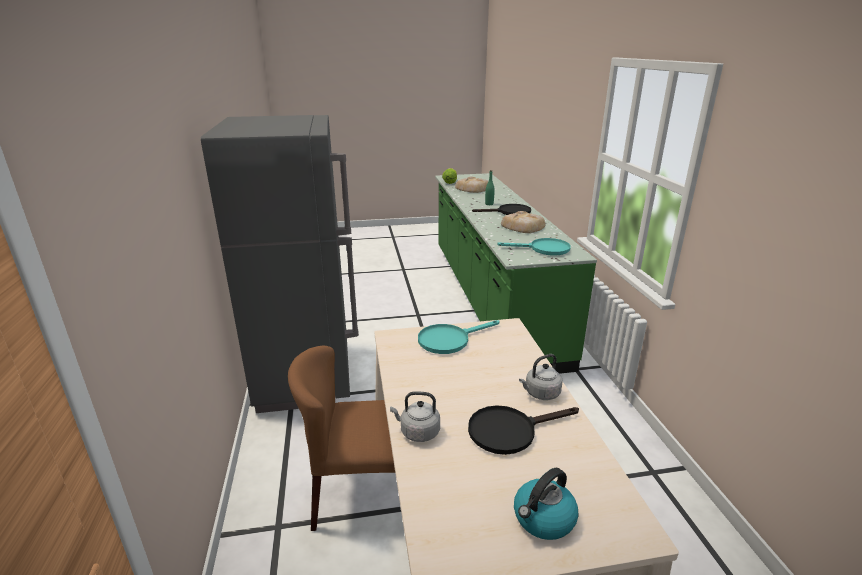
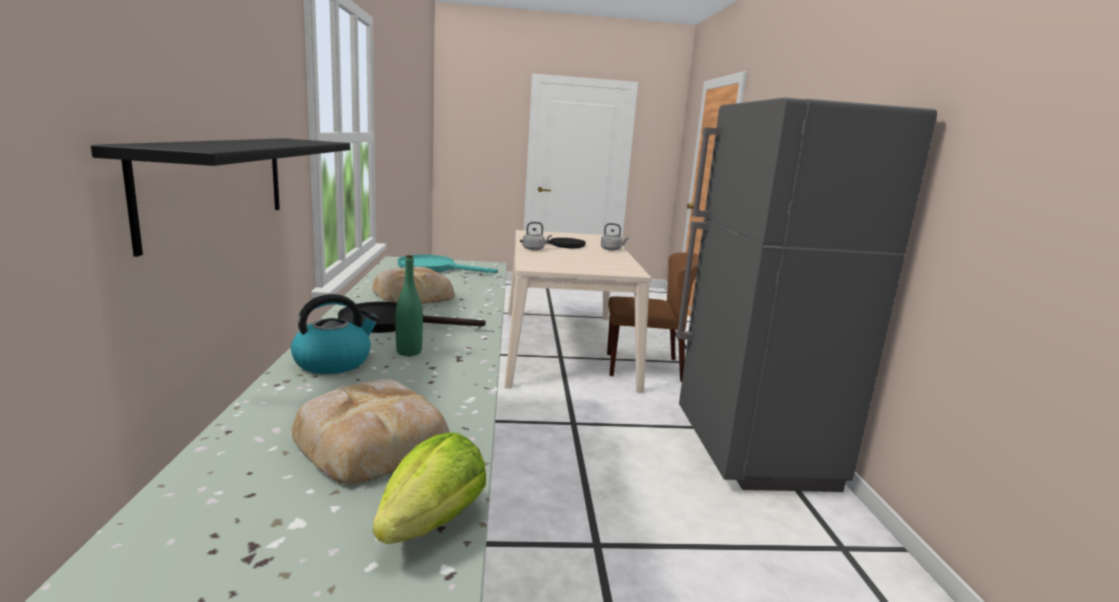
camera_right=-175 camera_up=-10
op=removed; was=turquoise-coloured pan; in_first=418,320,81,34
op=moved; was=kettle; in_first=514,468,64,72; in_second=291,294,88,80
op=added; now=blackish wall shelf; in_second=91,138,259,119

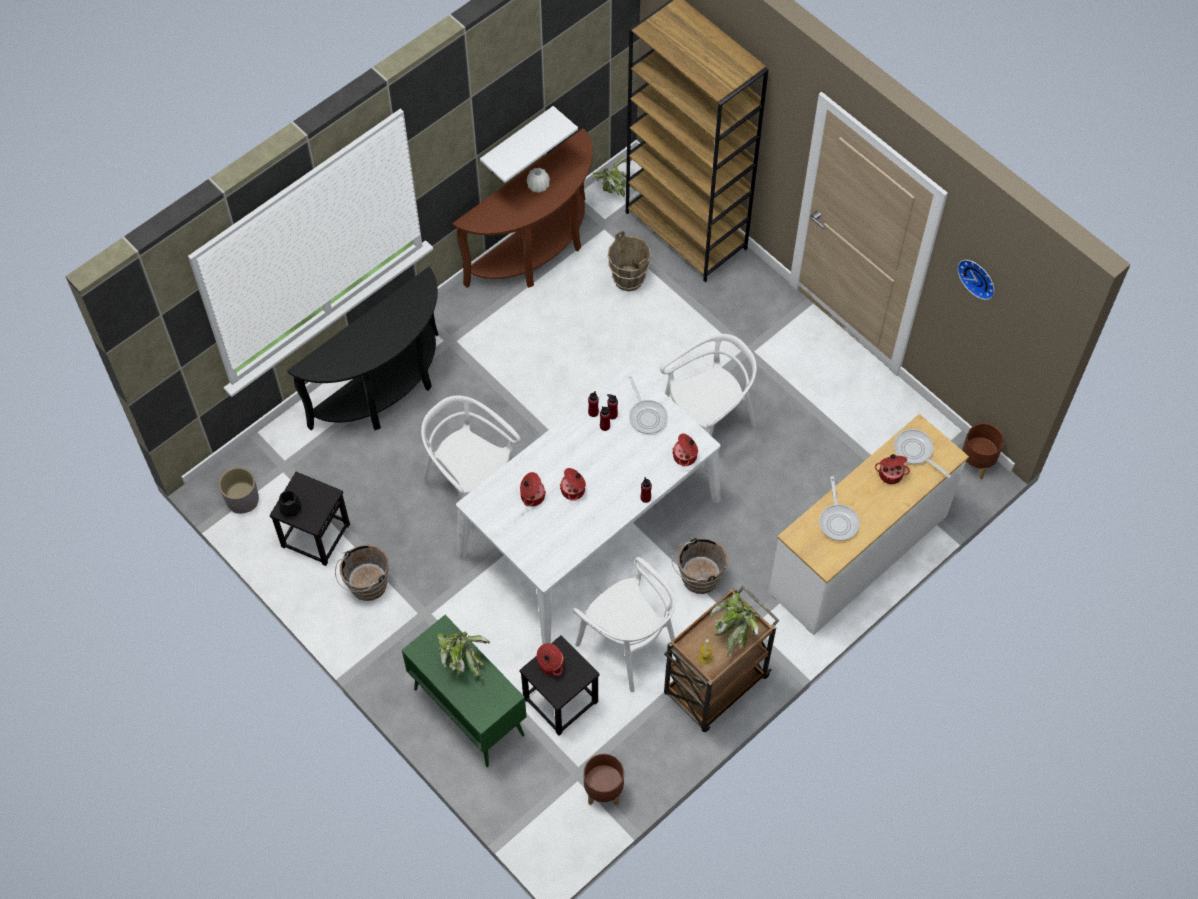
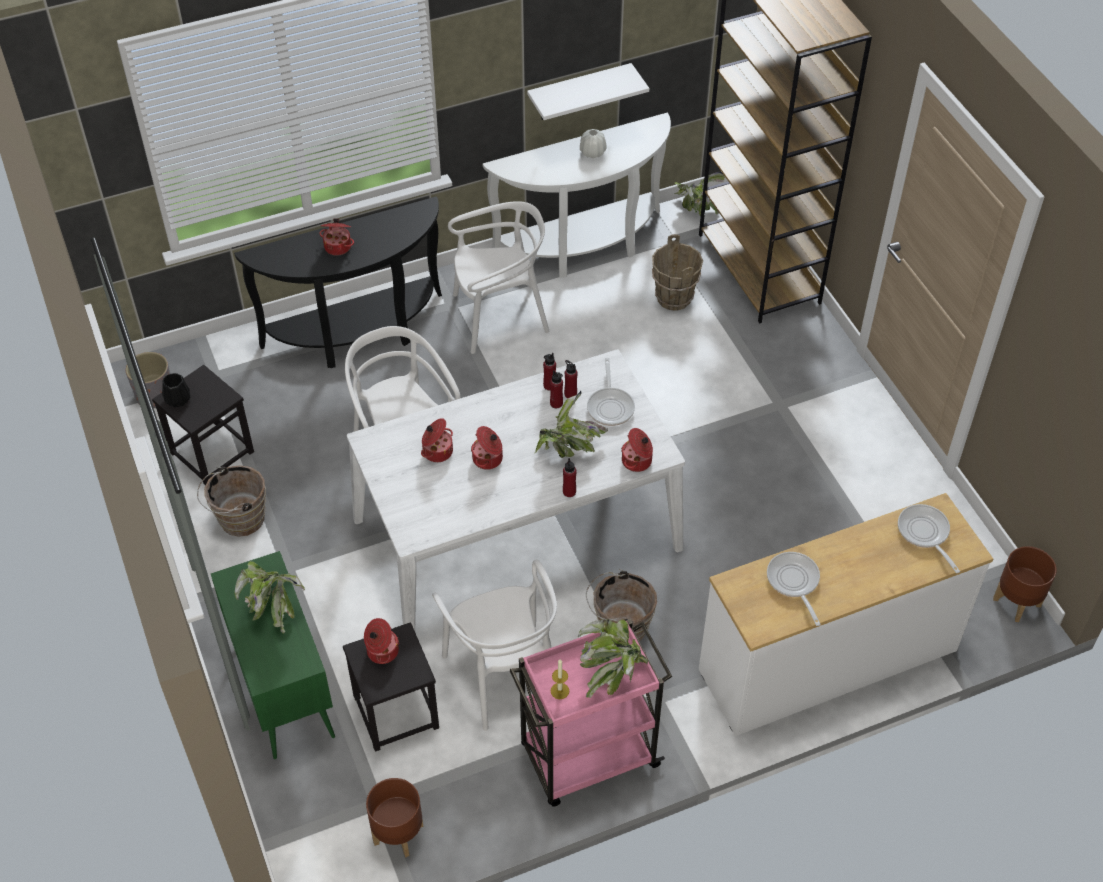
camera_right=20 camera_up=-10
op=recoloured; was=brown-coloured narrow table; now=whitish narrow table; in_first=452,128,141,160; in_second=483,112,188,166
op=removed; was=hanging clock; in_first=957,260,38,40
op=moved; was=whitish upright chair; in_first=660,334,97,133; in_second=448,201,101,153
op=moved; was=stockpot; in_first=875,454,35,30; in_second=320,219,34,37
op=turned; was=pan; in_first=819,476,41,65; in_second=767,552,54,74; clockwise=150
op=recoloured; was=brown-coloured wheeled cart; now=pink wheeled cart; in_first=664,586,116,146; in_second=510,619,162,187
op=added; now=houseplant; in_second=535,391,73,67

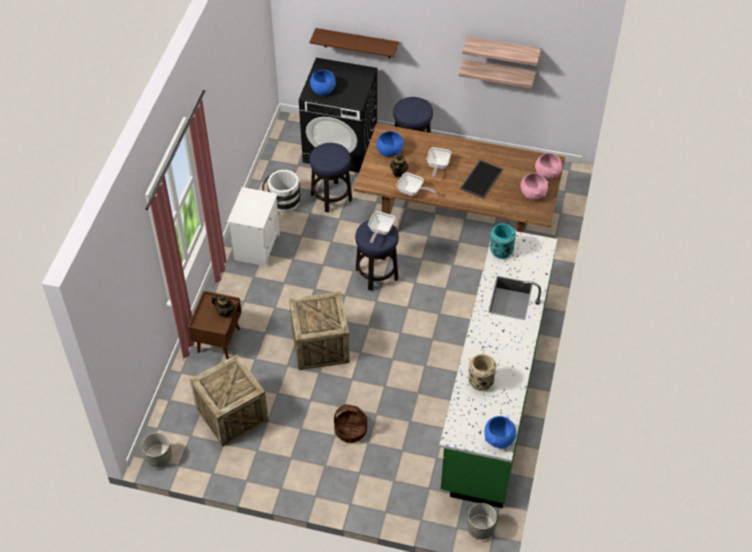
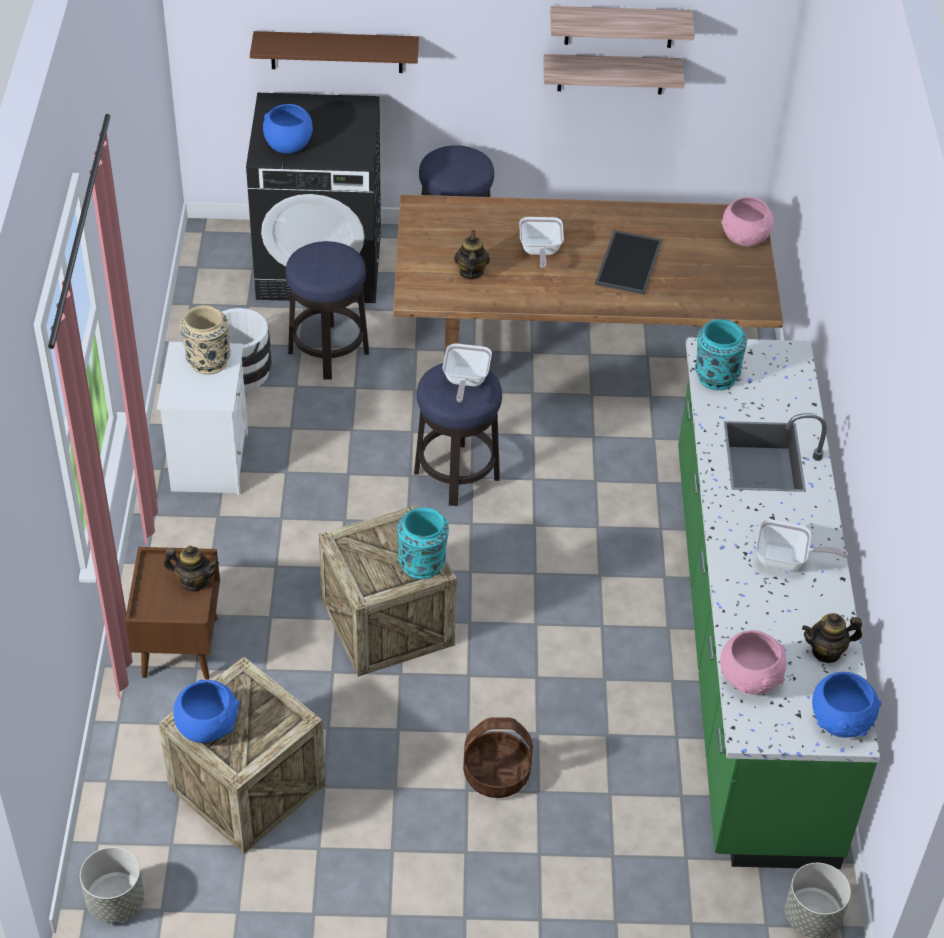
camera_right=-15 camera_up=-5
op=moved; was=blue bowl; in_first=377,131,27,26; in_second=173,679,66,64
op=moved; was=pan; in_first=396,172,40,24; in_second=756,519,92,52
op=moved; was=pink bowl; in_first=520,173,28,27; in_second=720,630,66,64
op=moved; was=sand-coloured flower vase; in_first=468,354,28,37; in_second=180,305,51,70
op=added; now=turquoise-coloured flower vase; in_second=397,508,52,71
op=added; now=tea pot; in_second=802,613,60,50

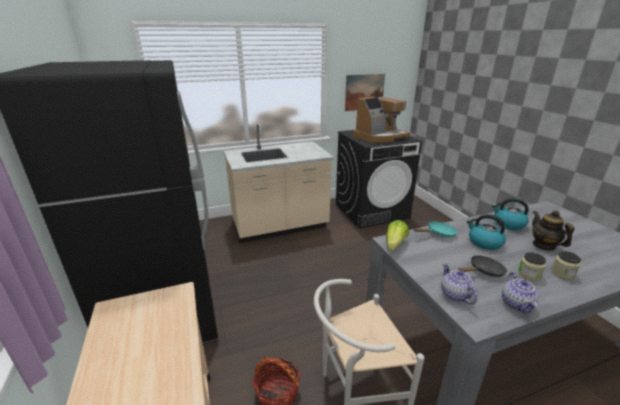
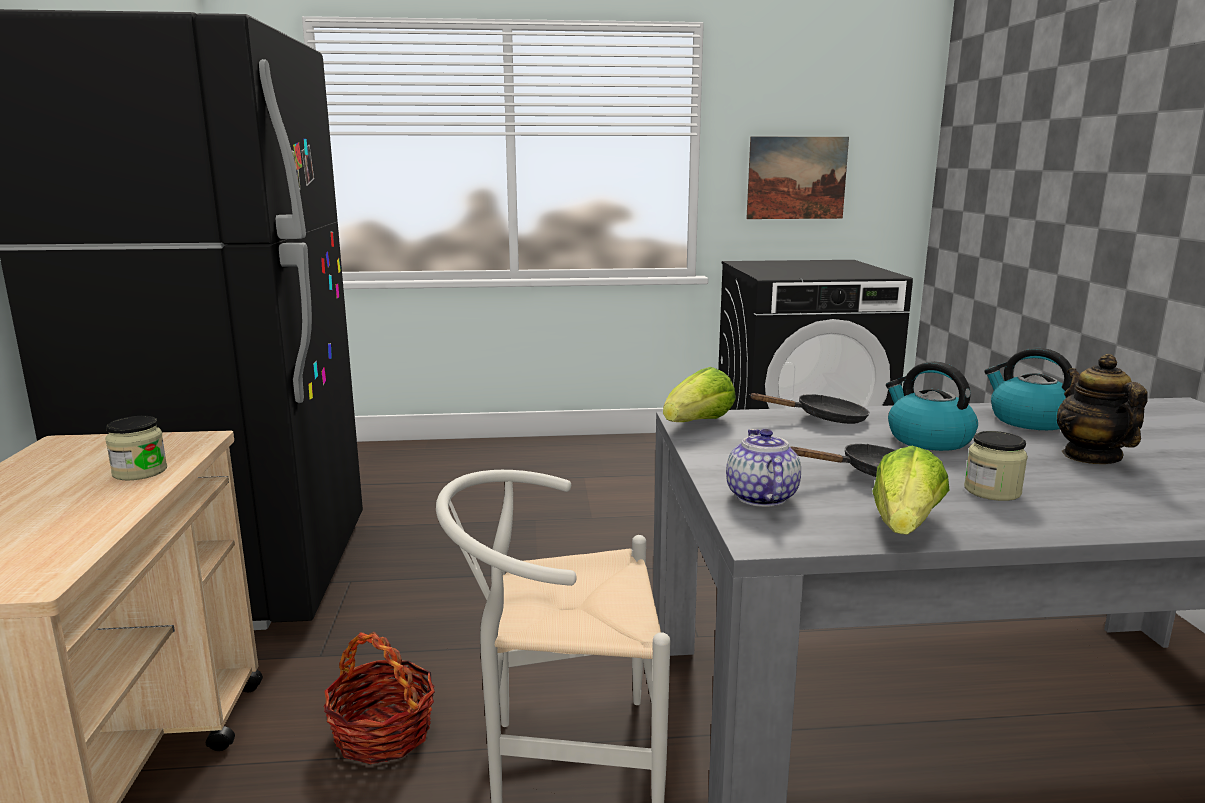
camera_right=15 camera_up=-10
op=removed; was=coffee maker; in_first=353,97,57,46
op=removed; was=sand-coloured kitchen base unit; in_first=224,124,110,119
op=recoloured; was=turquoise-coloured pan; now=blackish pan; in_first=414,221,44,16; in_second=749,393,121,31
op=moved; was=storage jar; in_first=551,251,30,29; in_second=105,416,62,64
op=replaced; was=tea pot; now=lettuce head; in_first=502,272,37,42; in_second=872,446,77,89

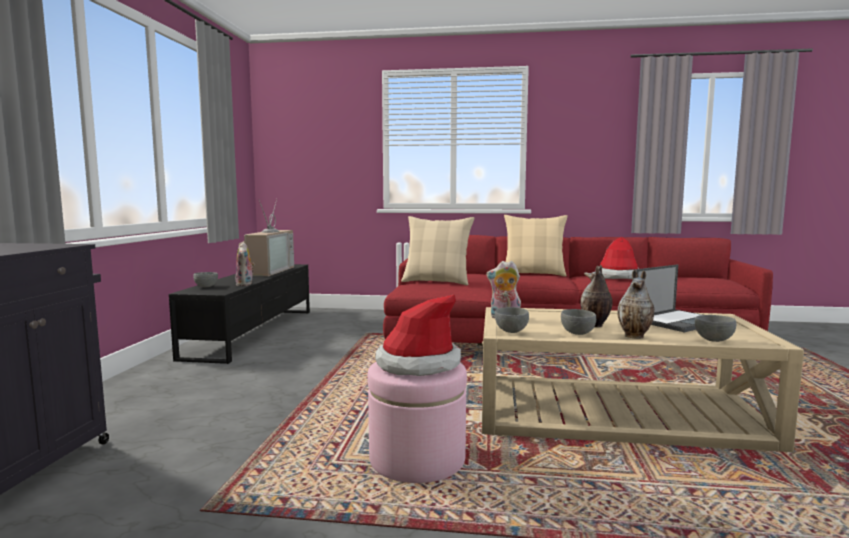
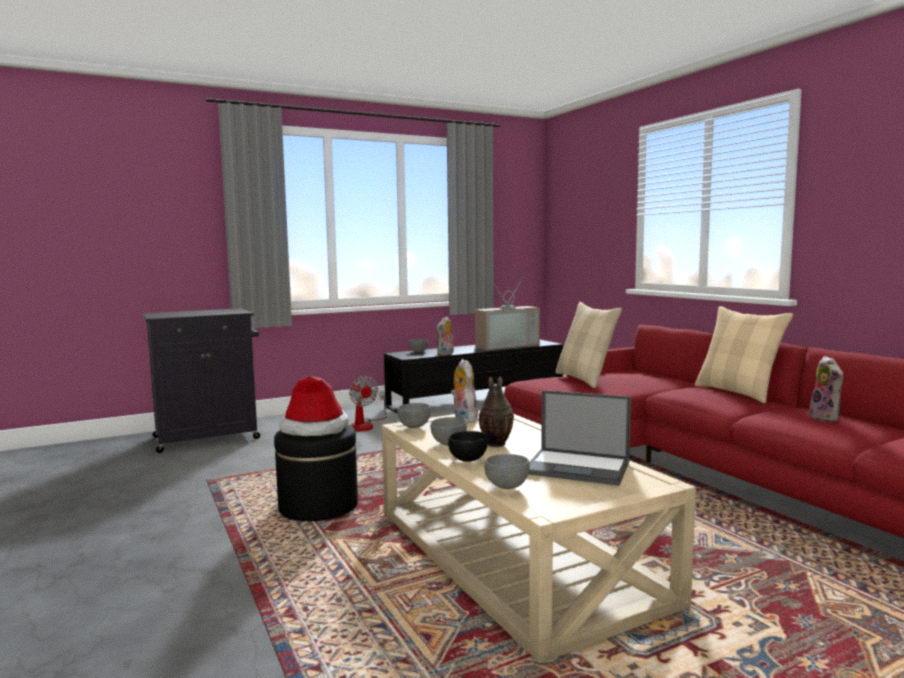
camera_right=55 camera_up=0
op=replaced; was=clothing hat; now=plush toy; in_first=595,237,44,42; in_second=809,356,34,66
op=replaced; was=flower vase; now=blackish bowl; in_first=618,270,36,69; in_second=448,431,40,31
op=recoloured; was=pink footrest; now=blackish footrest; in_first=367,362,100,121; in_second=274,425,84,96
op=added; now=cooling fan; in_second=349,376,38,55

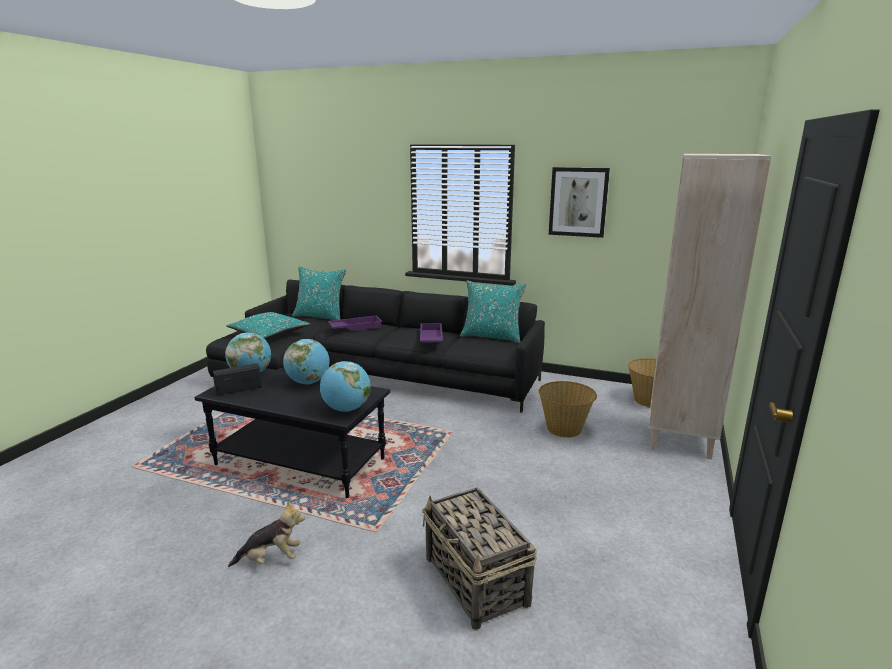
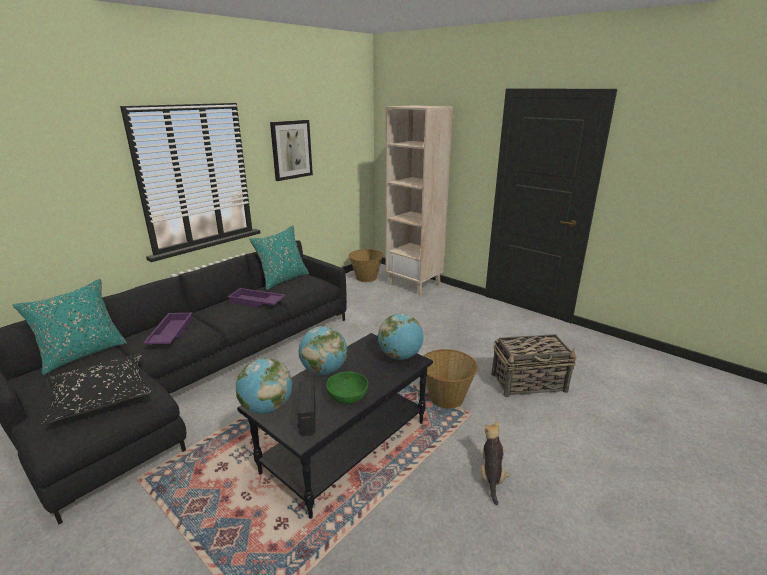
camera_right=-70 camera_up=5
op=recoloured; was=turquoise-coloured throw pillow; now=blackish throw pillow; in_first=226,312,84,27; in_second=41,354,111,71
op=moved; was=household basket; in_first=538,381,59,57; in_second=424,349,54,59
op=added; now=green bowl; in_second=326,372,42,32

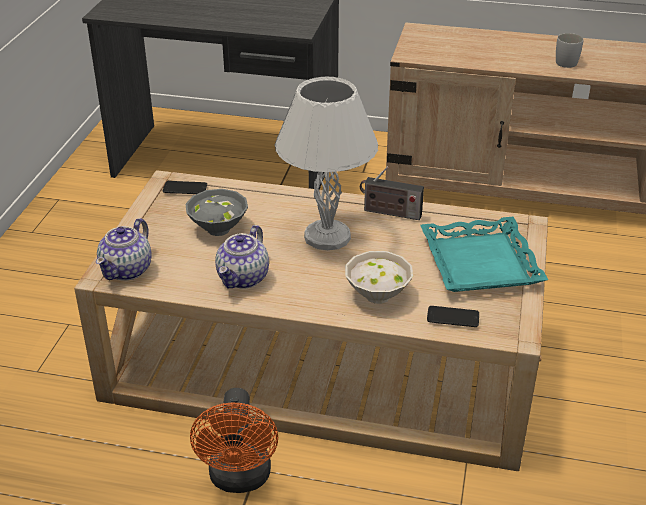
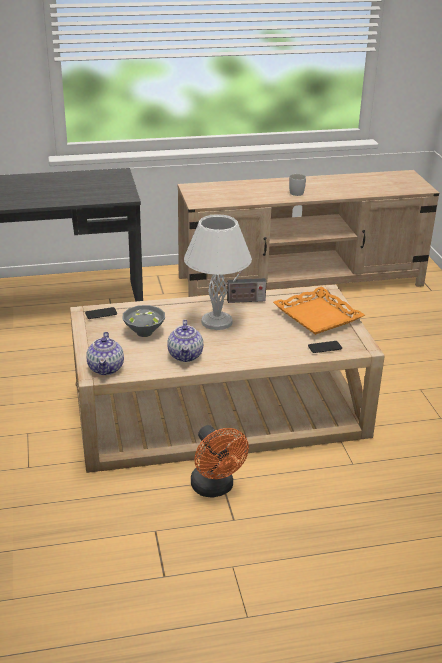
camera_right=-25 camera_up=-5
op=recoloured; was=turquoise-coloured tray; now=orange tray; in_first=420,217,128,75; in_second=273,287,92,48
op=removed; was=whitish bowl; in_first=345,251,68,53

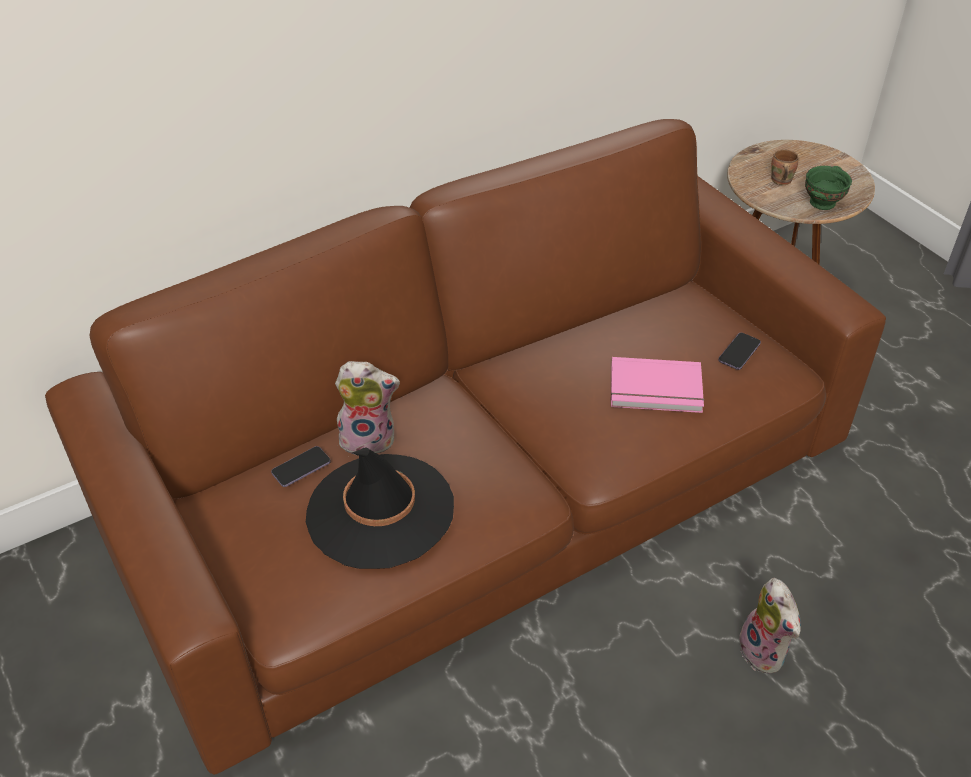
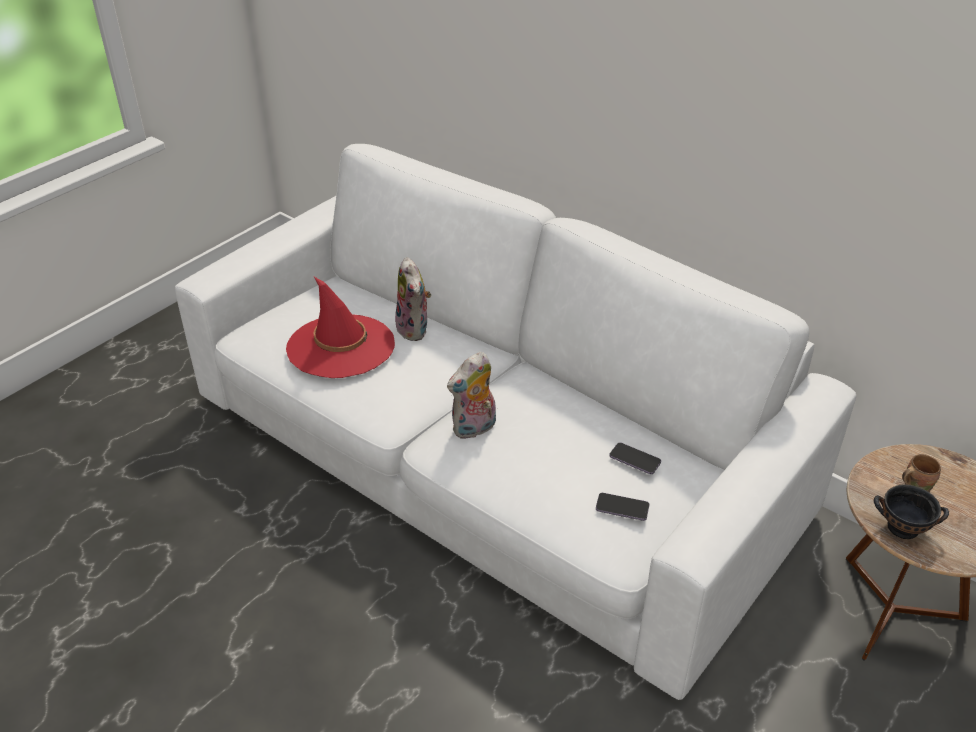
camera_right=70 camera_up=-5
op=recoloured; was=brown-coloured sofa; now=whitish sofa; in_first=45,119,841,656; in_second=175,144,682,556
op=recoloured; was=green bowl; now=blackish bowl; in_first=805,166,47,44; in_second=874,485,75,54
op=removed; was=pink volume; in_first=610,357,94,56
op=moved; was=handset; in_first=271,446,60,41; in_second=609,442,52,32
op=recoloured; was=blackish clothing hat; now=red clothing hat; in_first=306,447,148,122; in_second=286,277,109,101
op=moved; was=plush toy; in_first=738,578,63,96; in_second=447,352,49,87

